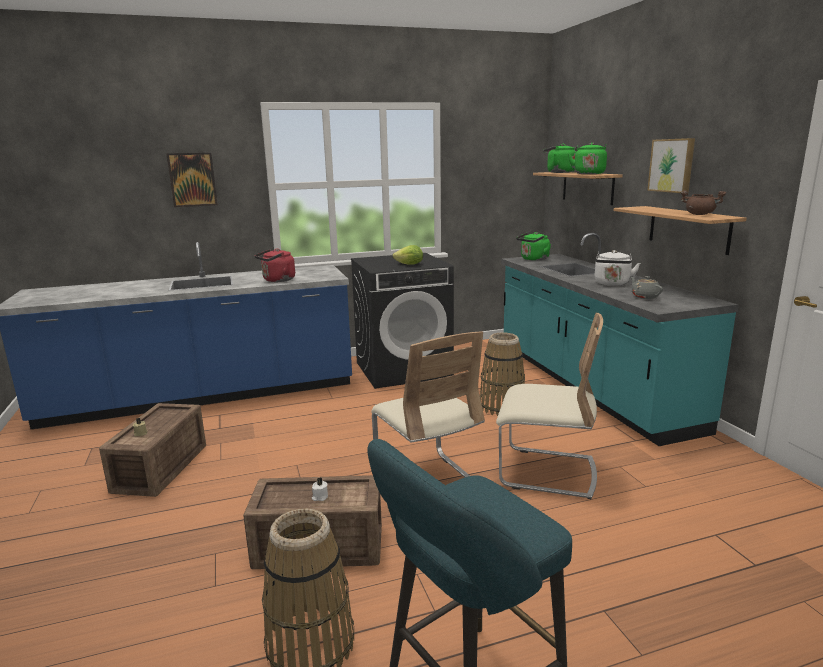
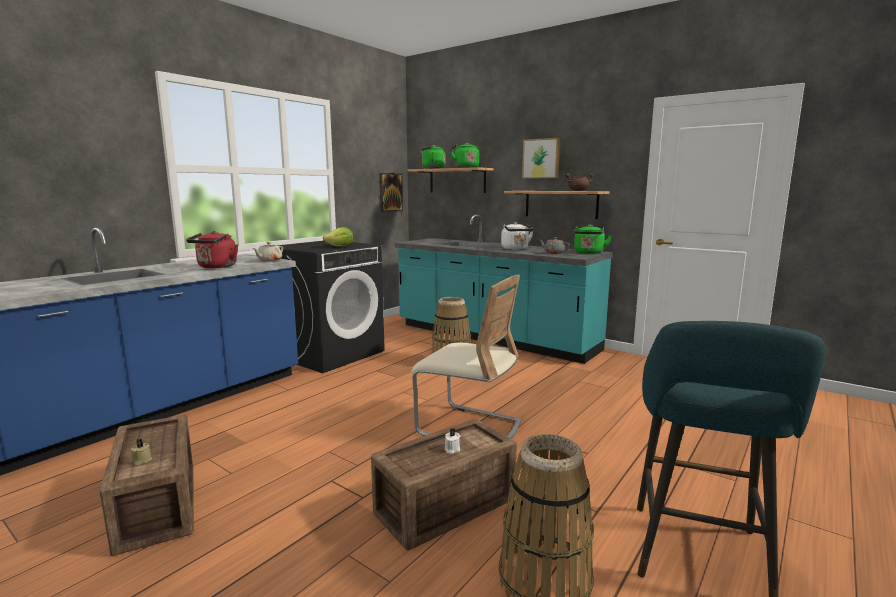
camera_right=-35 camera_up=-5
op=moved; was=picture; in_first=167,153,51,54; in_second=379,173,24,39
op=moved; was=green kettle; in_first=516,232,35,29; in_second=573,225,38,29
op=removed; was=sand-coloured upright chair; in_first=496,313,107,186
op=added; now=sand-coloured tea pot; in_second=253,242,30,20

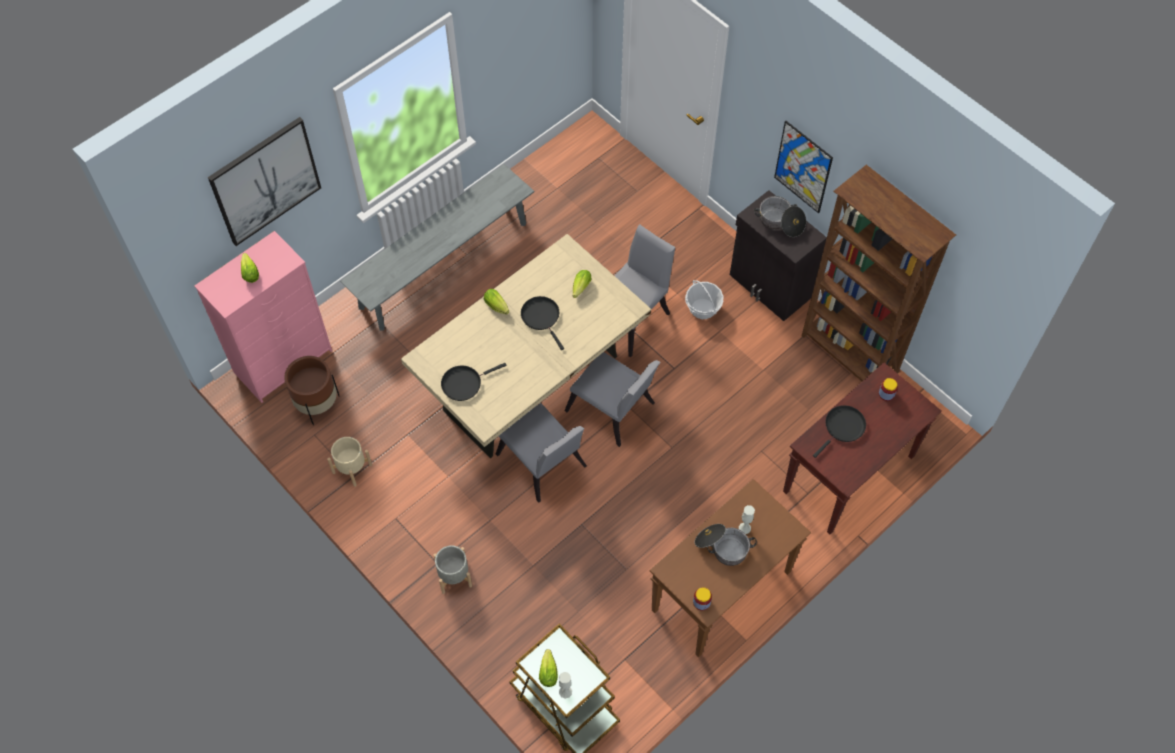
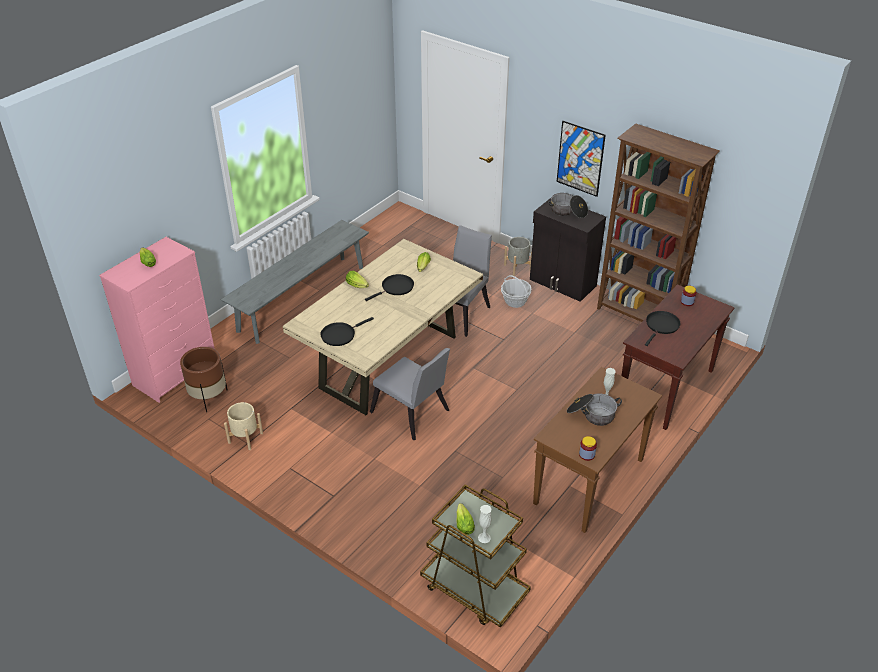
camera_right=-10 camera_up=-20
op=removed; was=picture; in_first=208,117,113,129
op=turned; was=blackish pan; in_first=521,296,43,54; in_second=365,274,49,27; clockwise=90
op=removed; was=greyish upright chair; in_first=565,352,95,95
op=moved; was=greyish flower pot; in_first=434,545,38,49; in_second=504,237,28,39

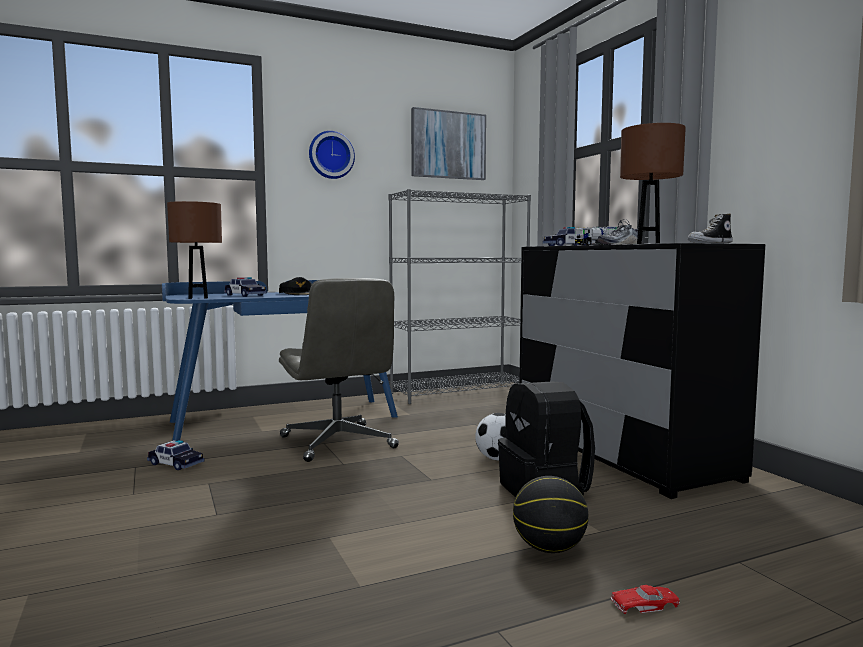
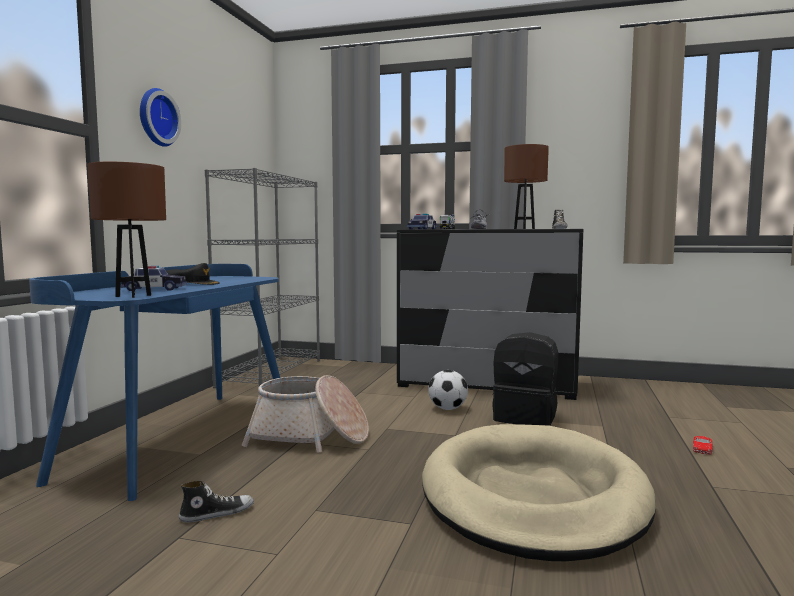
camera_right=-50 camera_up=0
op=removed; was=picture; in_first=411,107,75,73
op=replaced; was=greyish desk chair; now=household basket; in_first=279,278,120,184; in_second=242,375,127,78
op=replaced; was=model car; now=item of footwear; in_first=147,440,57,30; in_second=179,481,75,41
op=removed; was=ball for basketball; in_first=513,476,75,77
op=added; now=sand-coloured pet bed; in_second=422,424,234,137

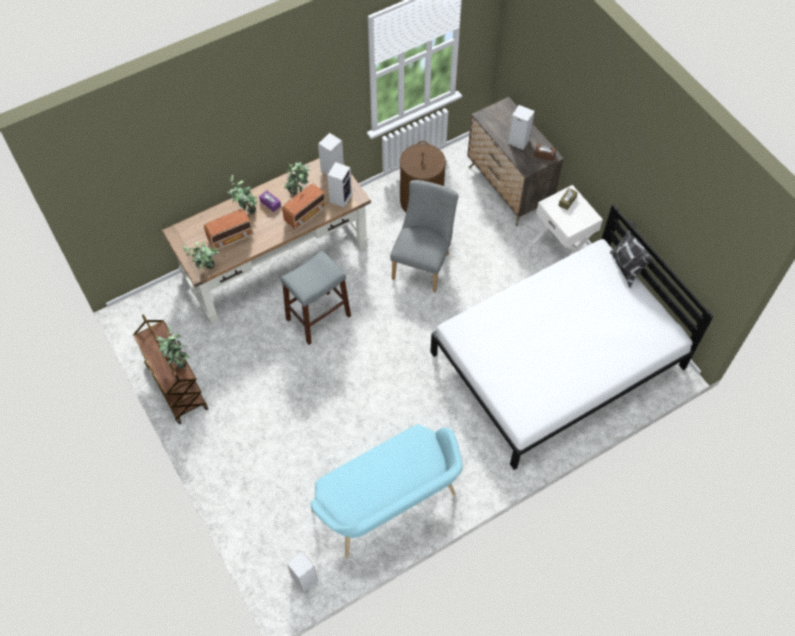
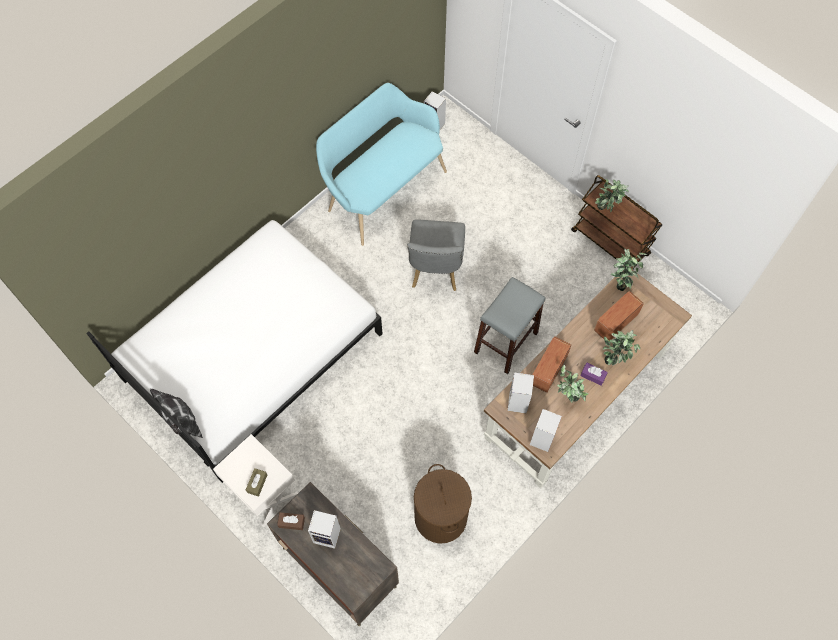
camera_right=165 camera_up=5
op=moved; was=greyish upright chair; in_first=390,180,69,113; in_second=407,219,58,72

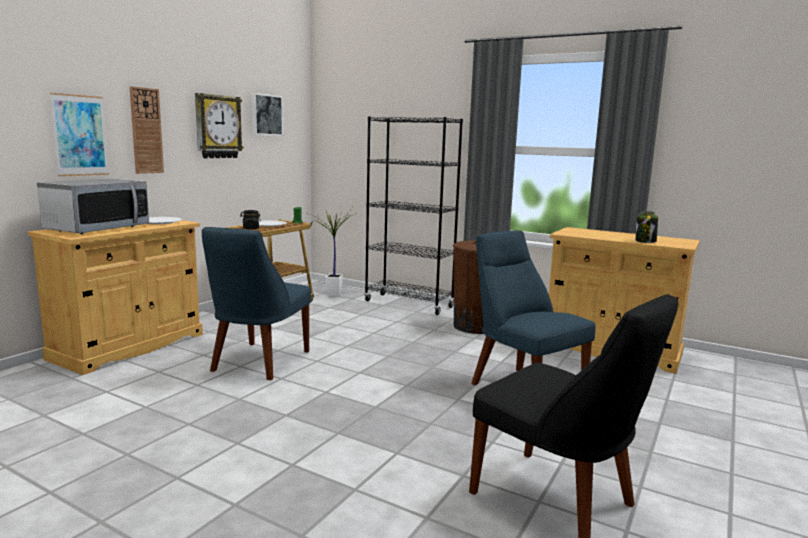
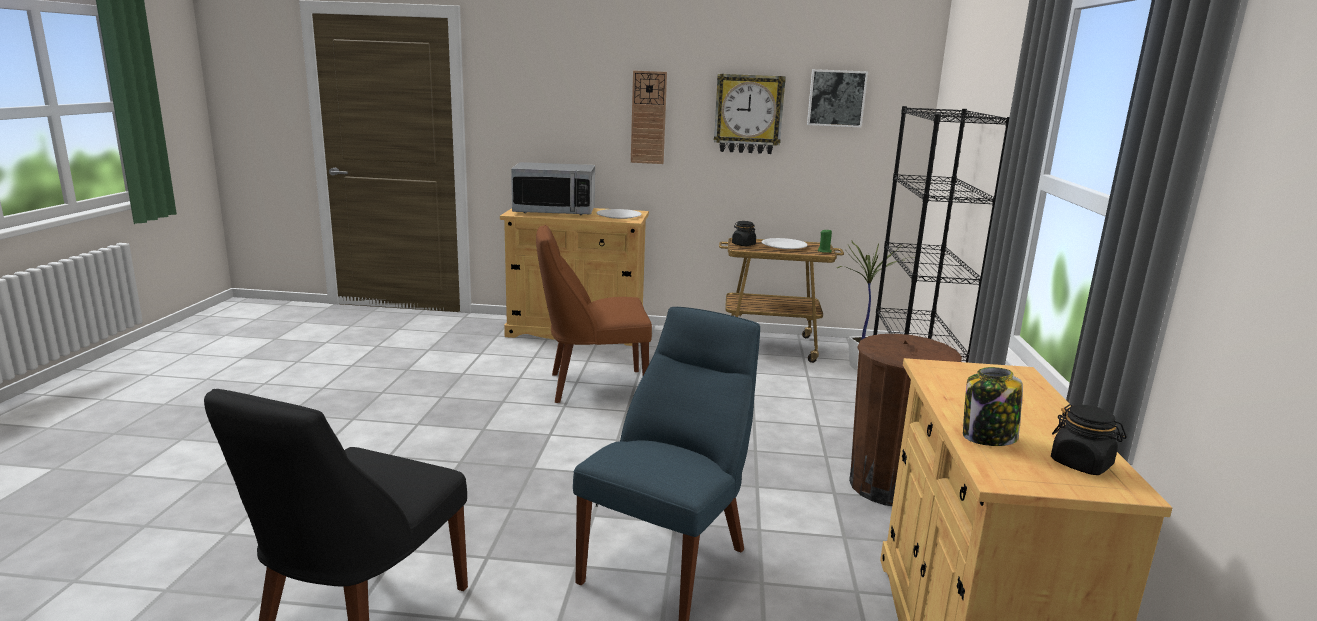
camera_right=65 camera_up=5
op=removed; was=picture; in_first=50,93,59,83
op=recoloured; was=blue upright chair; now=brown-coloured upright chair; in_first=202,227,109,153; in_second=536,225,116,178
op=added; now=blackish storage jar; in_second=1051,404,76,71

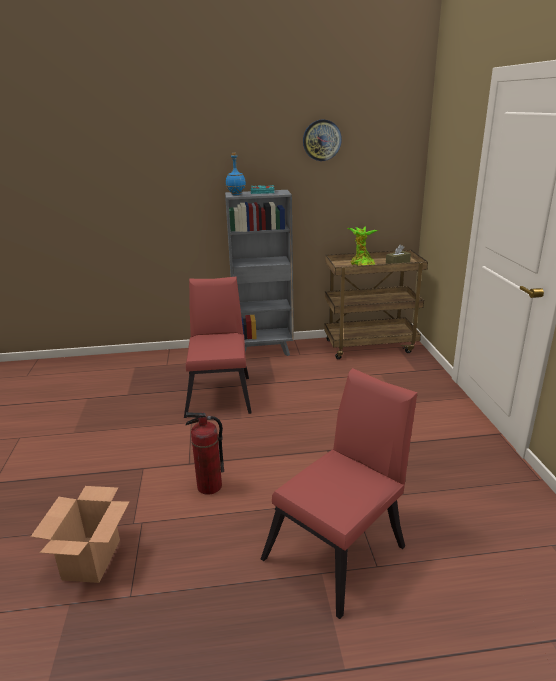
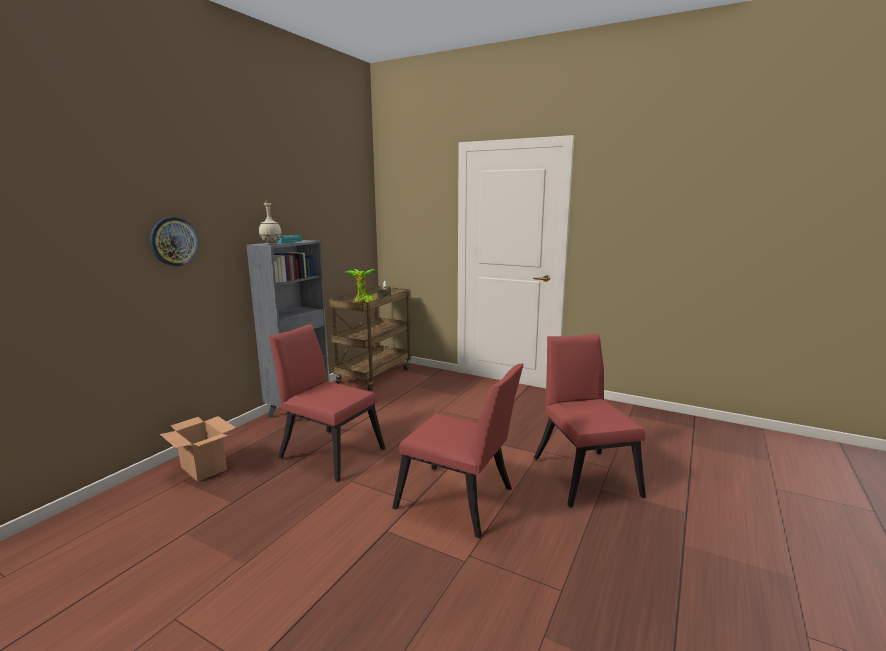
camera_right=-55 camera_up=-10
op=moved; was=hanging clock; in_first=303,120,39,41; in_second=150,217,49,49
op=recoloured; was=blue beverage bottle; now=sand-coloured beverage bottle; in_first=226,153,20,42; in_second=259,201,22,44
op=replaced; was=fire-fighting cylinder; now=red upright chair; in_first=185,412,39,83; in_second=392,364,132,174
op=moved; was=packing box; in_first=31,486,99,97; in_second=160,416,76,66

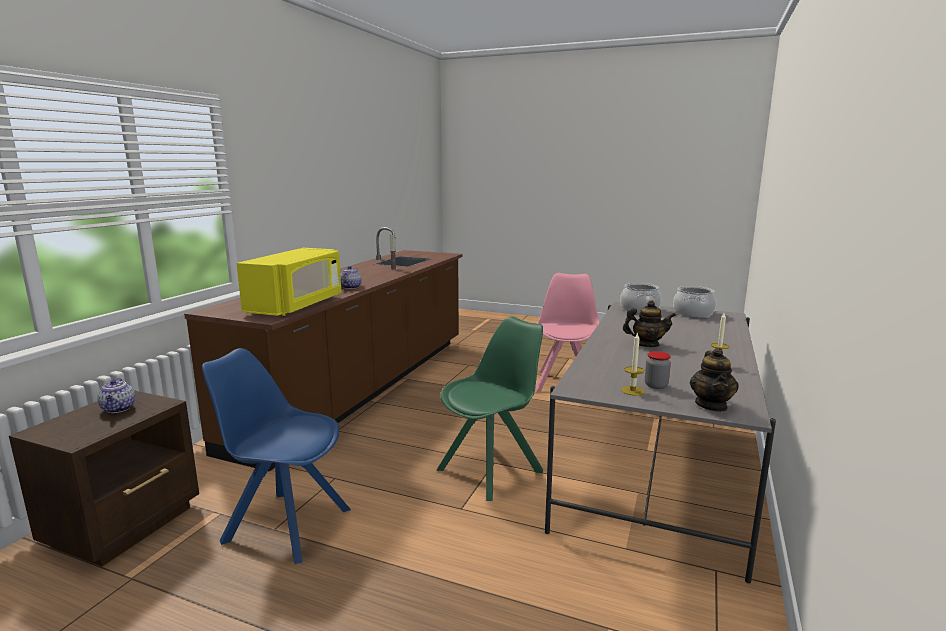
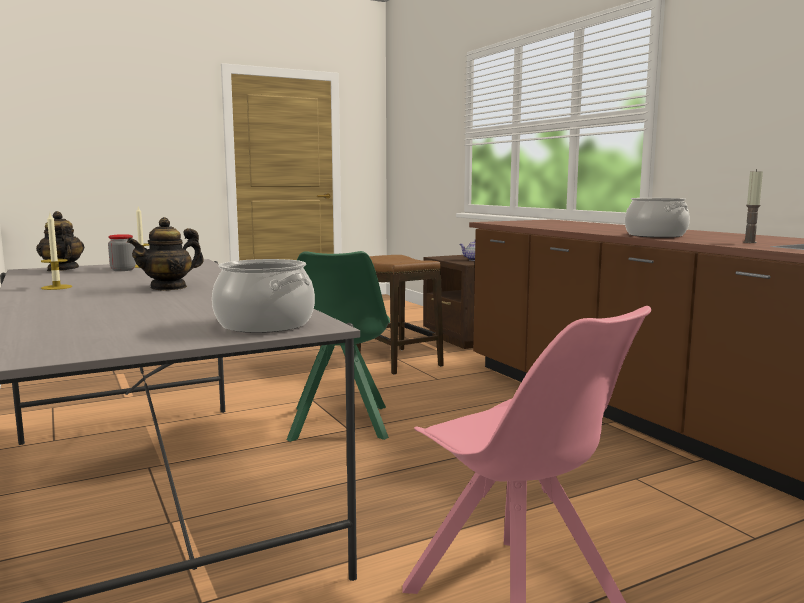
camera_right=130 camera_up=-5
op=removed; was=yellow-coloured microwave; in_first=236,248,105,68
op=removed; was=tea pot; in_first=340,266,22,23
op=moved; was=stockpot; in_first=673,286,43,32; in_second=625,198,65,40
op=replaced; was=blue upright chair; now=stool; in_first=202,348,149,216; in_second=356,255,88,120

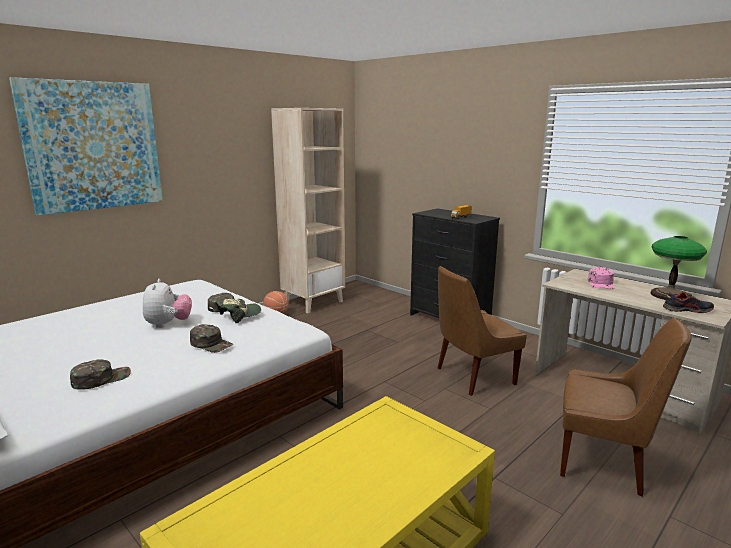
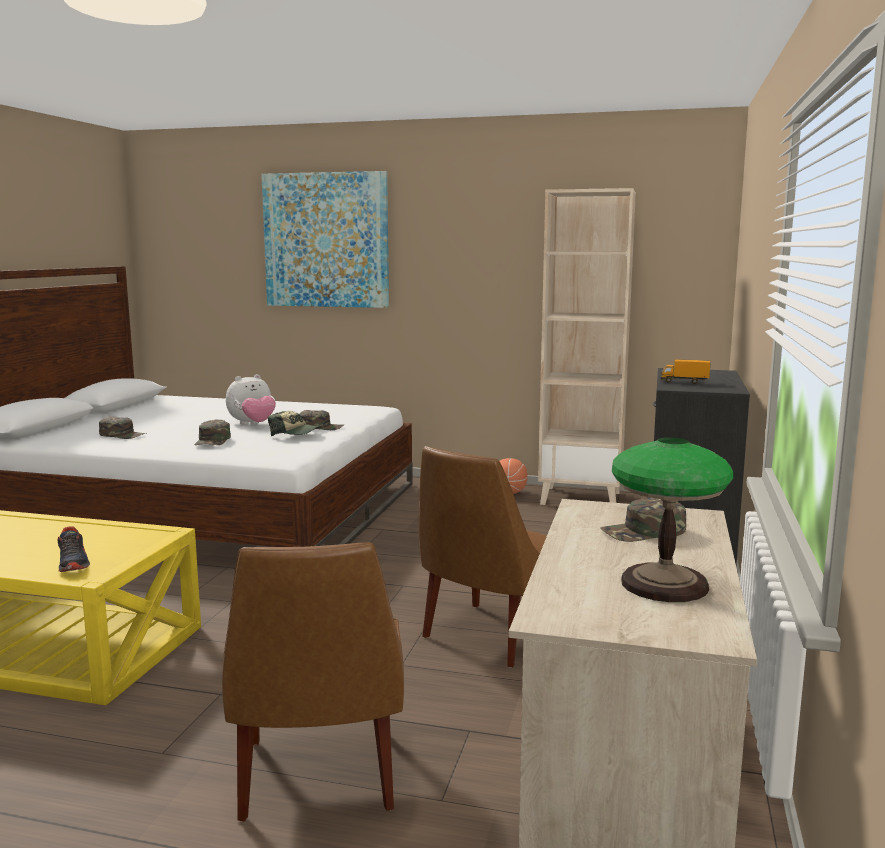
camera_right=60 camera_up=-5
op=turned; was=brown-coloured upright chair; in_first=438,266,89,130; in_second=419,446,128,221; clockwise=-90
op=recoloured; was=pink peaked cap; now=green peaked cap; in_first=588,267,27,22; in_second=600,498,86,44
op=moved; was=item of footwear; in_first=663,292,51,21; in_second=58,526,32,46

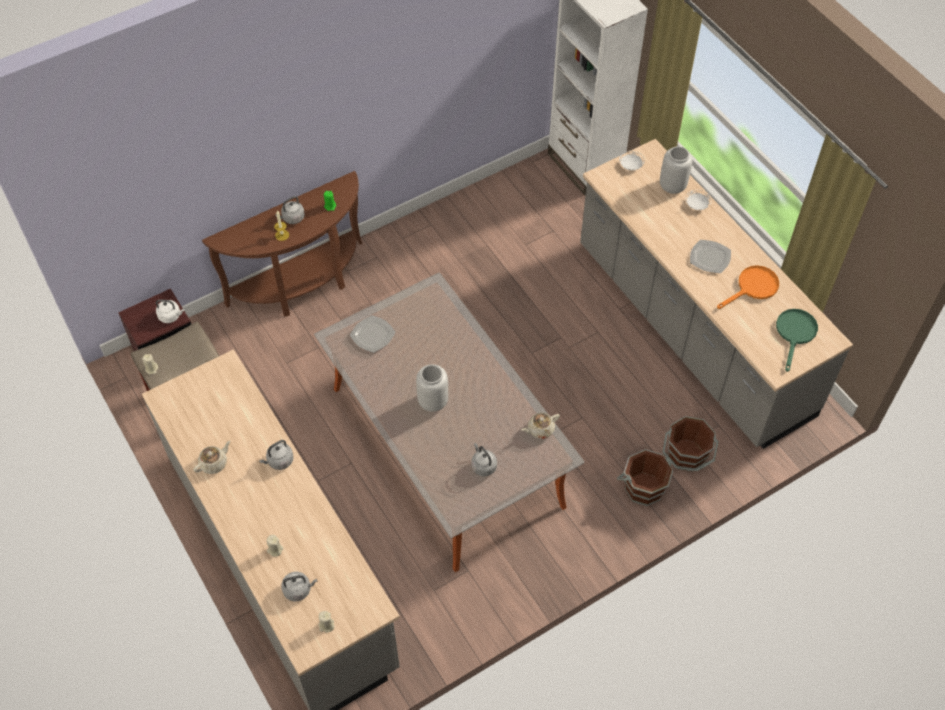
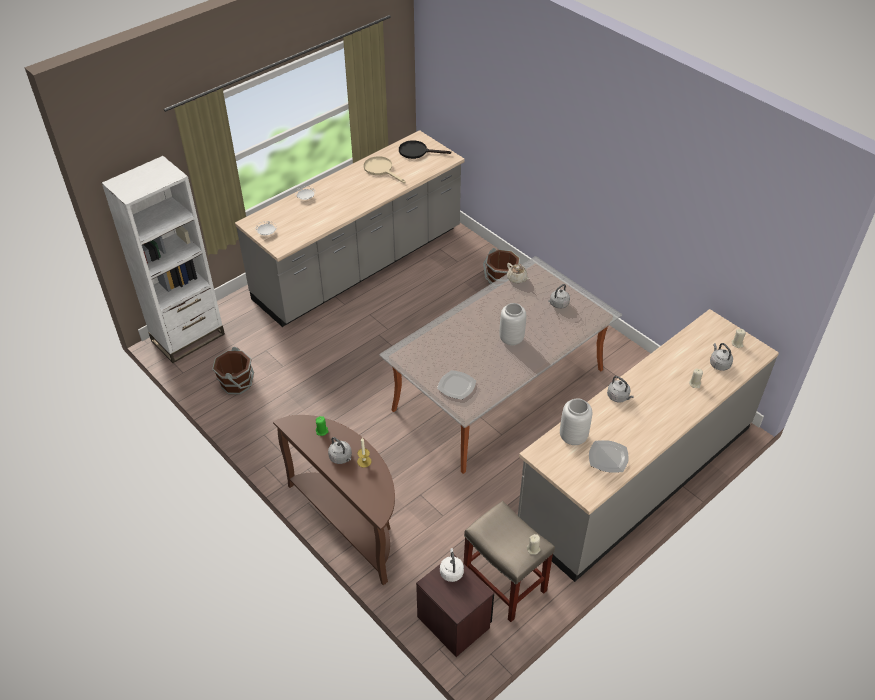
camera_right=-100 camera_up=-10
op=moved; was=greyish flower vase; in_first=660,146,33,48; in_second=560,398,32,47
op=moved; was=plate; in_first=690,240,41,33; in_second=589,440,40,33
op=recoloured; was=orange pan; now=sand-coloured pan; in_first=717,265,62,44; in_second=364,156,42,27
op=recoloured; was=green pan; now=blackish pan; in_first=776,309,42,63; in_second=399,140,52,19
op=moved; was=brown-coloured pail; in_first=662,416,57,56; in_second=212,347,42,48
op=removed; was=sand-coloured tea pot; in_first=193,440,37,34

